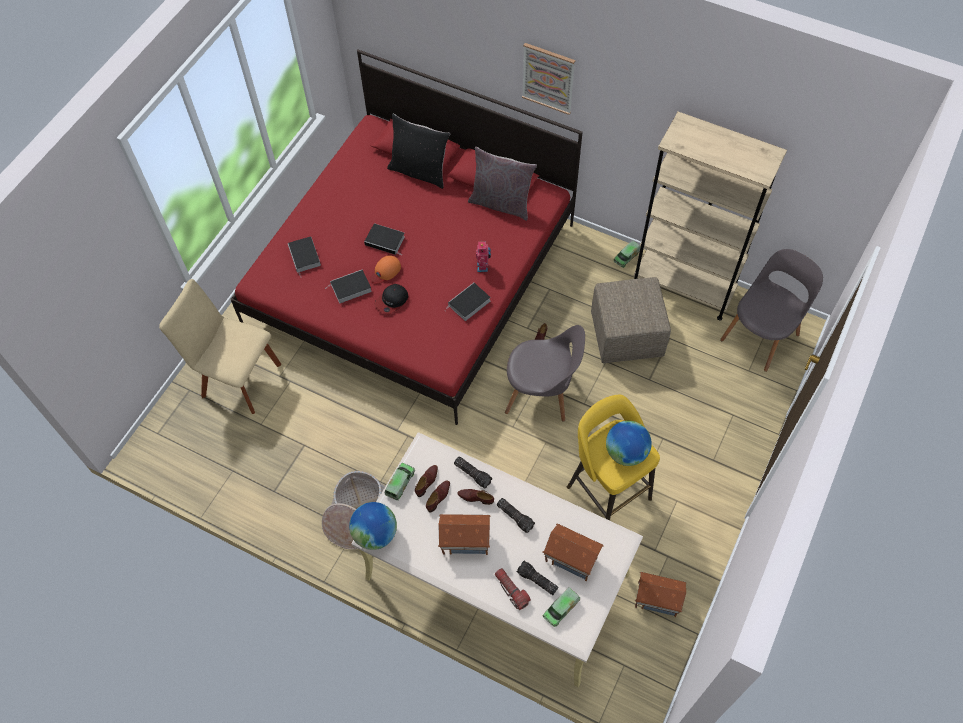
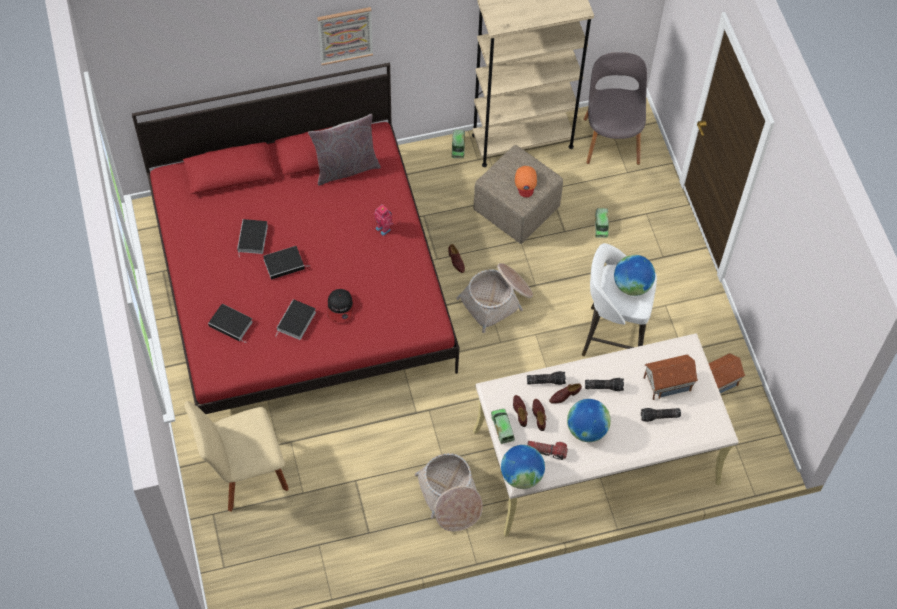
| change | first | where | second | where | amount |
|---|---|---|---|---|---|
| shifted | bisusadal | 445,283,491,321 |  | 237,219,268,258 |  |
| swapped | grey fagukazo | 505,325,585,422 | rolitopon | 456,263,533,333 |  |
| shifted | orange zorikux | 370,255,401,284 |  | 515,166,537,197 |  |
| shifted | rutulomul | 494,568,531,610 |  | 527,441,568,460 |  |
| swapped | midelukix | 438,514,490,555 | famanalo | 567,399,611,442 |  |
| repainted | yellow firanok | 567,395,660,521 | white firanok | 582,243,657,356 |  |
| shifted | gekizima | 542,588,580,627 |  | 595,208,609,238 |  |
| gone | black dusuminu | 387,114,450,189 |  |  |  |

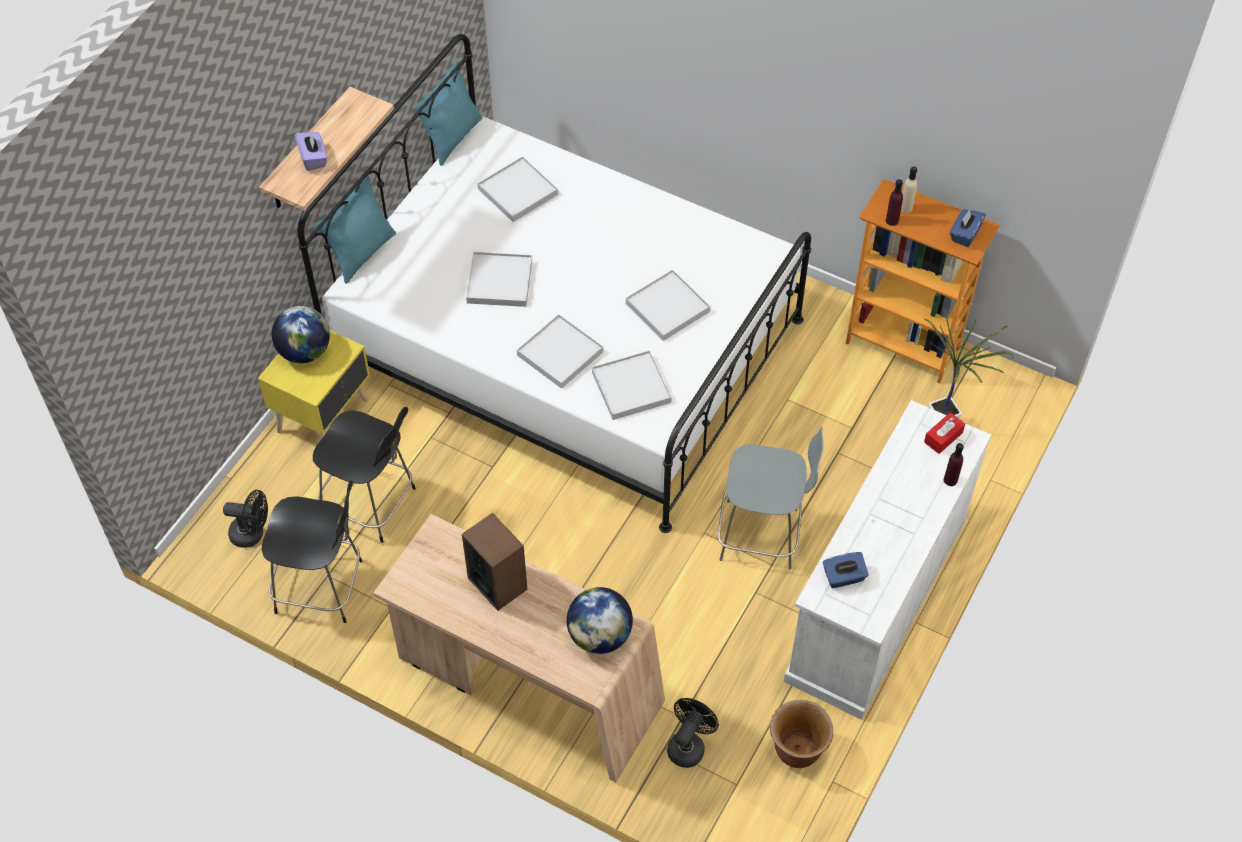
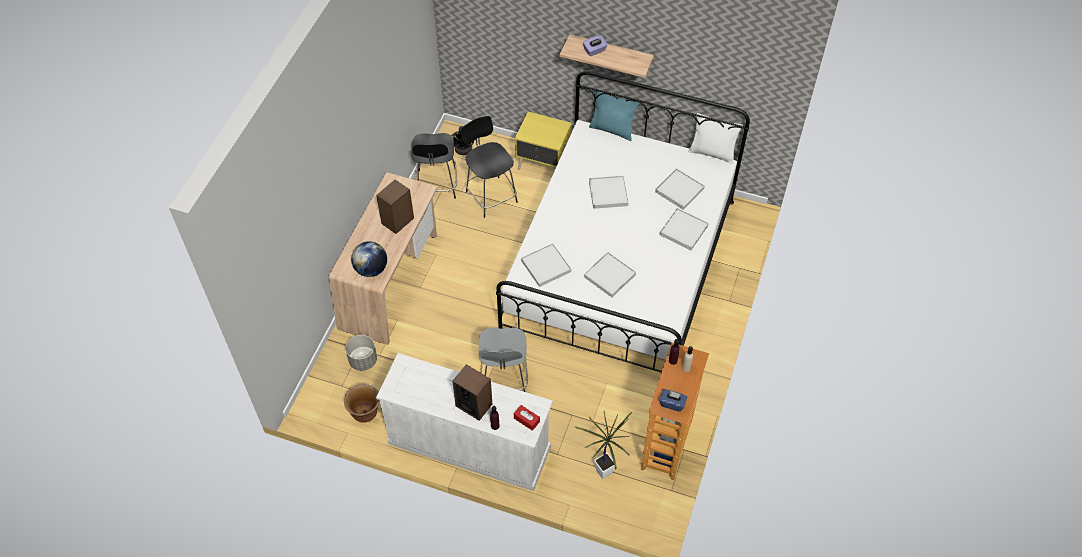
| change | first | where | second | where | amount |
|---|---|---|---|---|---|
| swapped | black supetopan | 667,698,719,768 | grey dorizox | 345,335,377,371 |  |
| new |  |  | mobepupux | 452,364,492,421 |  |
| rotated | black fagukazo | 313,407,416,543 |  | 461,116,518,218 | 135 degrees clockwise |
| shifted | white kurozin | 517,314,603,389 |  | 659,208,709,250 |  |
| repainted | turquoise dusuminu | 414,61,483,166 | white dusuminu | 688,113,743,164 |  |
| gone | famanalo | 272,306,330,363 |  |  |  |
| gone | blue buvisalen | 823,552,869,588 |  |  |  |

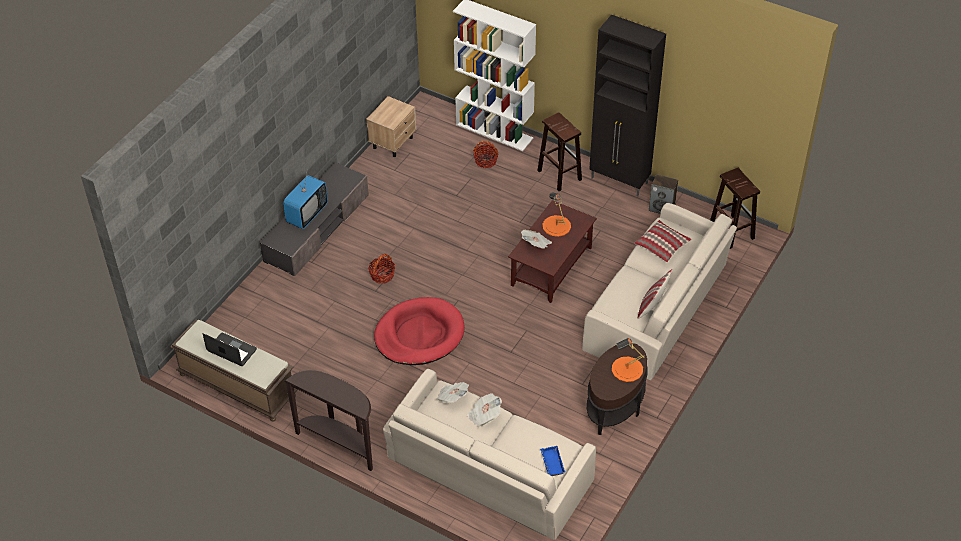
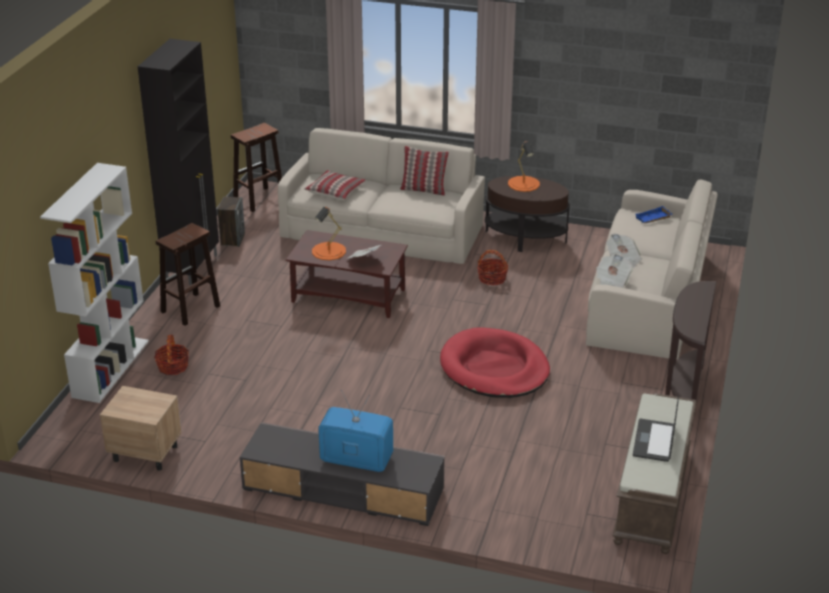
| change | first | where | second | where | amount |
|---|---|---|---|---|---|
| shifted | rolitopon | 368,254,395,283 |  | 477,250,508,285 |  |

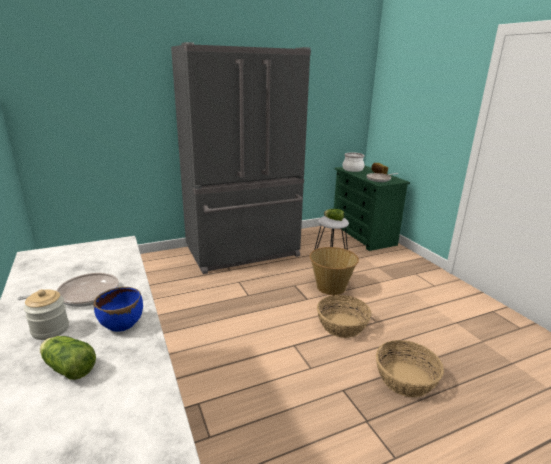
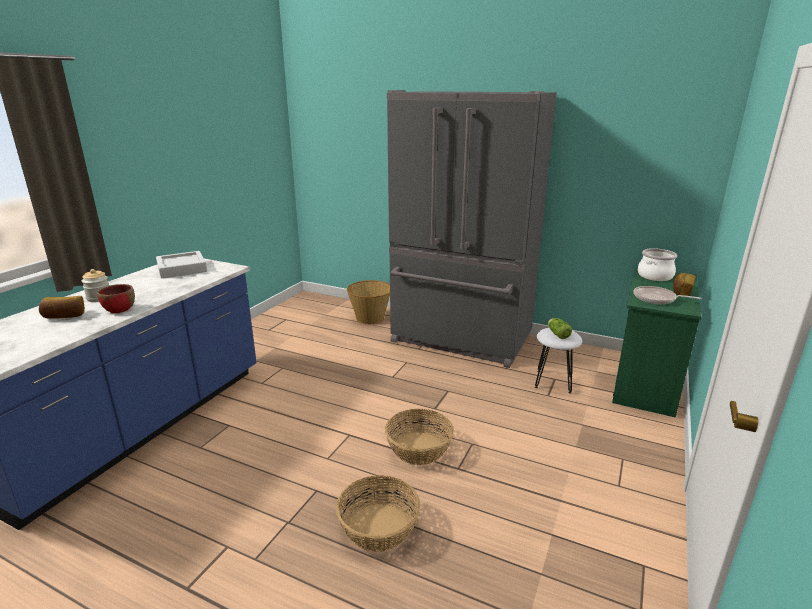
| change | first | where | second | where | amount |
|---|---|---|---|---|---|
| swapped | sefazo | 40,336,96,380 | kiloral | 39,296,85,319 |  |
| repainted | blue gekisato | 94,287,143,332 | red gekisato | 97,284,135,313 |  |
| new |  |  | grey kurozin | 156,251,207,278 |  |
| shifted | rolitopon | 310,247,359,295 |  | 347,280,390,324 |  |
| gone | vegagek | 17,273,119,307 |  |  |  |

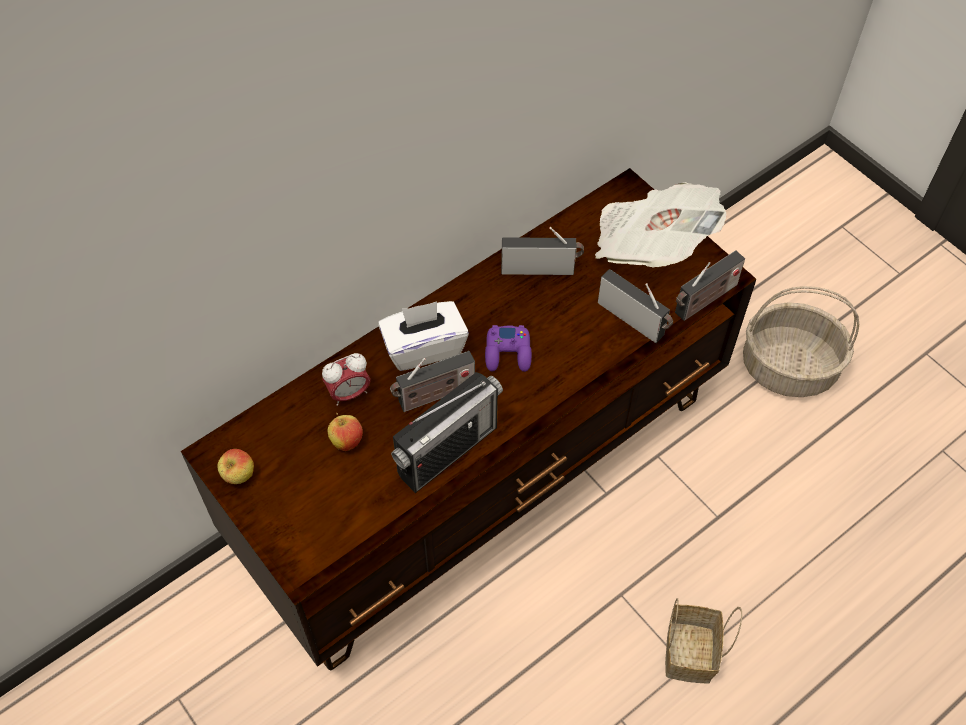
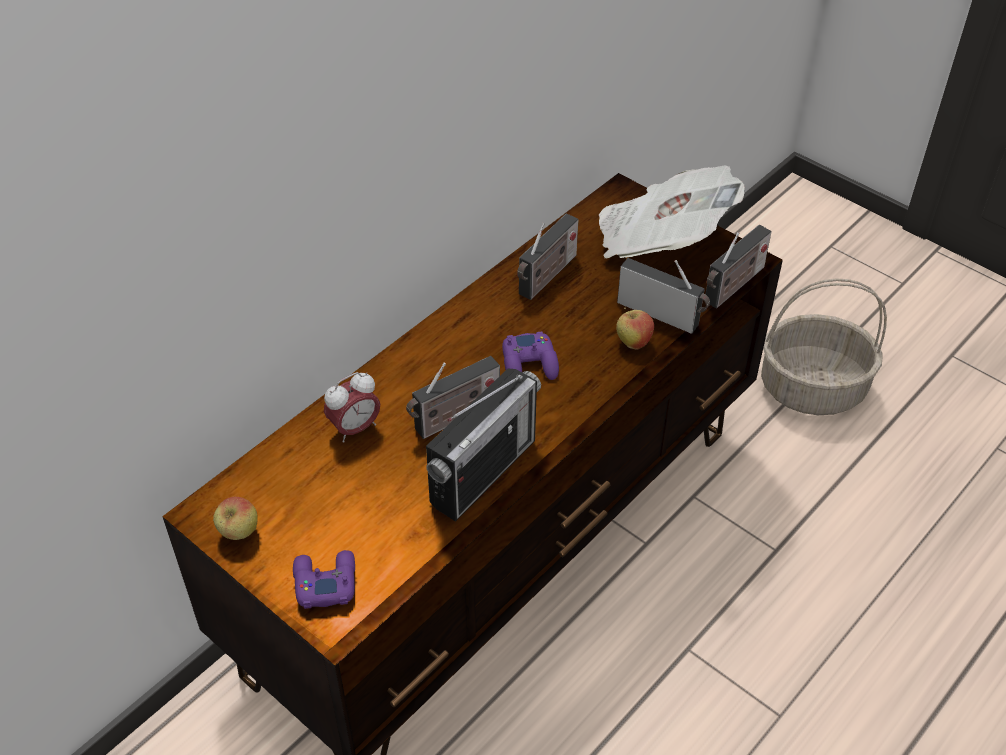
| change | first | where | second | where | amount |
|---|---|---|---|---|---|
| new |  |  | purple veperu | 293,550,355,609 |  |
| rotated | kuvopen | 501,227,584,275 |  | 517,213,579,300 | 135 degrees clockwise |
| shifted | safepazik | 328,413,363,451 |  | 616,307,654,350 |  |
| gone | white buvisalen | 378,301,469,371 |  |  |  |
| gone | rolitopon | 665,598,742,684 |  |  |  |

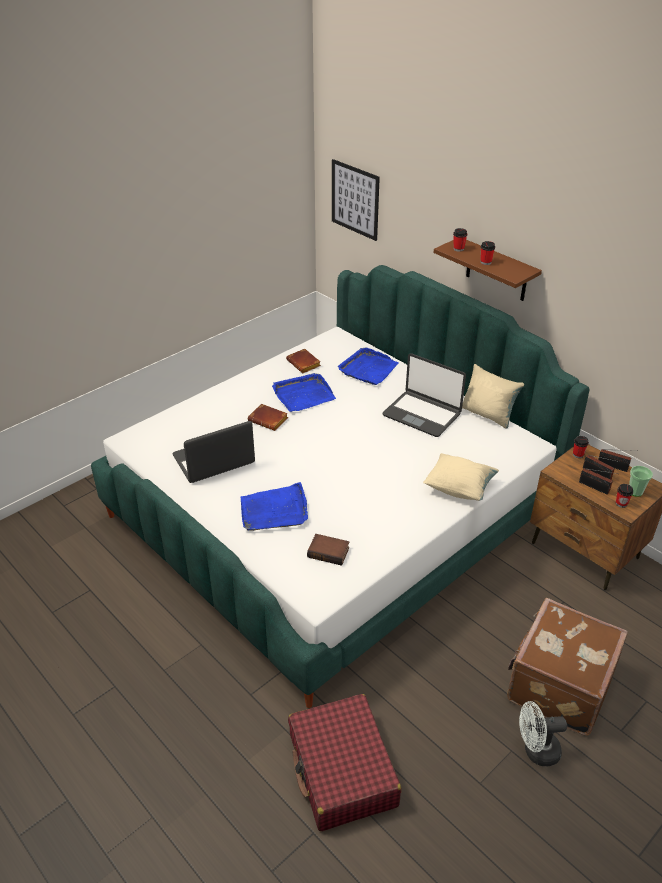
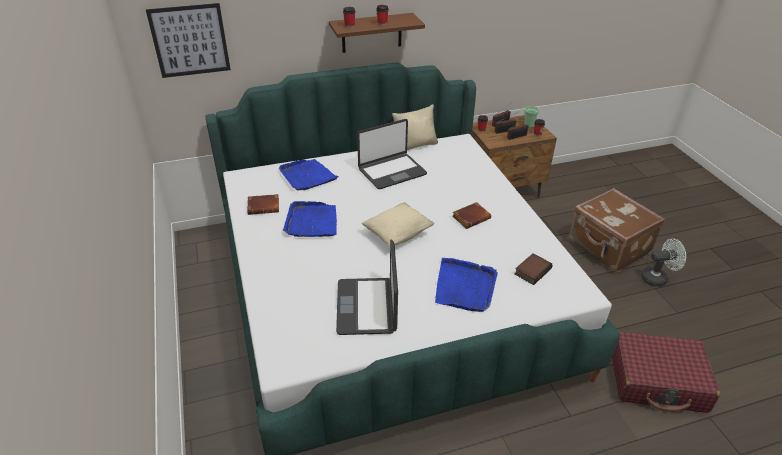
| change | first | where | second | where | amount |
|---|---|---|---|---|---|
| shifted | beige dusuminu | 423,453,499,501 |  | 362,202,434,245 |  |
| shifted | brown bisusadal | 248,404,288,431 |  | 453,202,491,229 |  |
| rotated | white supetopan | 519,701,567,766 |  | 641,238,686,287 | 120 degrees counterclockwise |

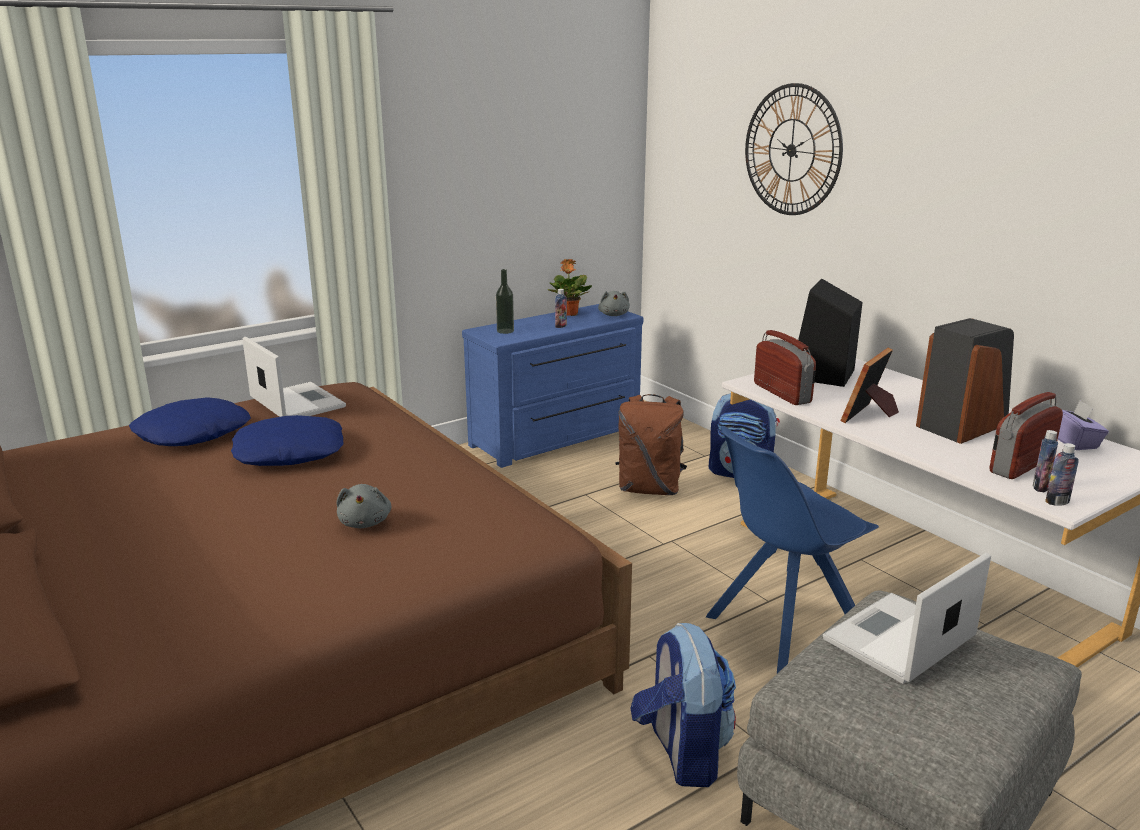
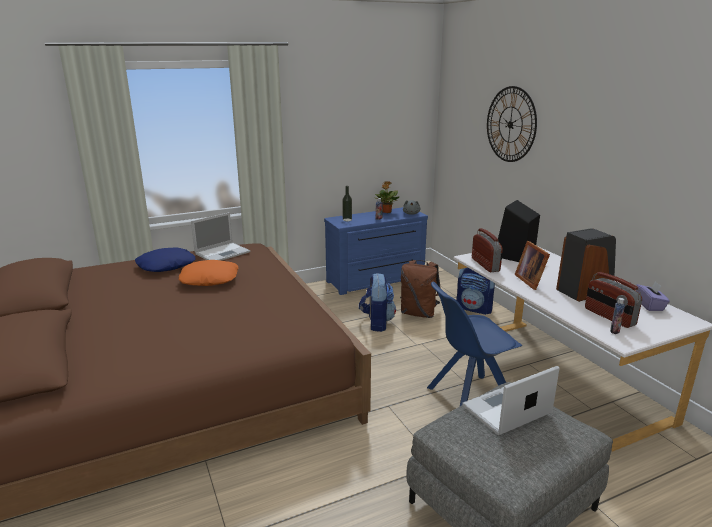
| change | first | where | second | where | amount |
|---|---|---|---|---|---|
| repainted | blue dusuminu | 231,415,344,466 | orange dusuminu | 179,260,238,286 |  |
| rotated | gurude | 242,337,346,417 |  | 191,212,250,261 | 75 degrees clockwise |
| shifted | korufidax | 630,623,736,787 |  | 359,273,396,332 |  |
| rotated | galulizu | 840,348,899,423 |  | 514,241,550,290 | 60 degrees counterclockwise |
| rotated | kuvopen | 989,392,1063,479 |  | 585,272,642,328 | 90 degrees counterclockwise |
| gone | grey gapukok | 336,484,391,528 |  |  |  |
| gone | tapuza | 1045,443,1079,506 |  |  |  |

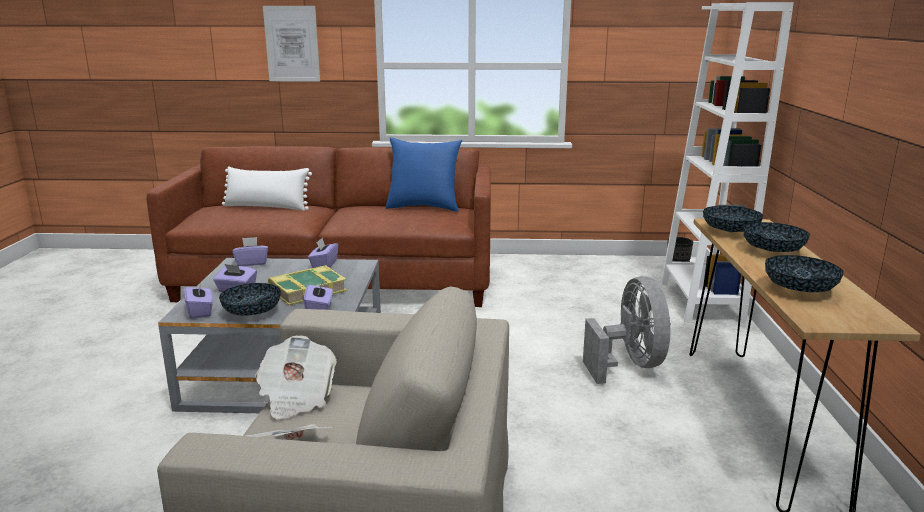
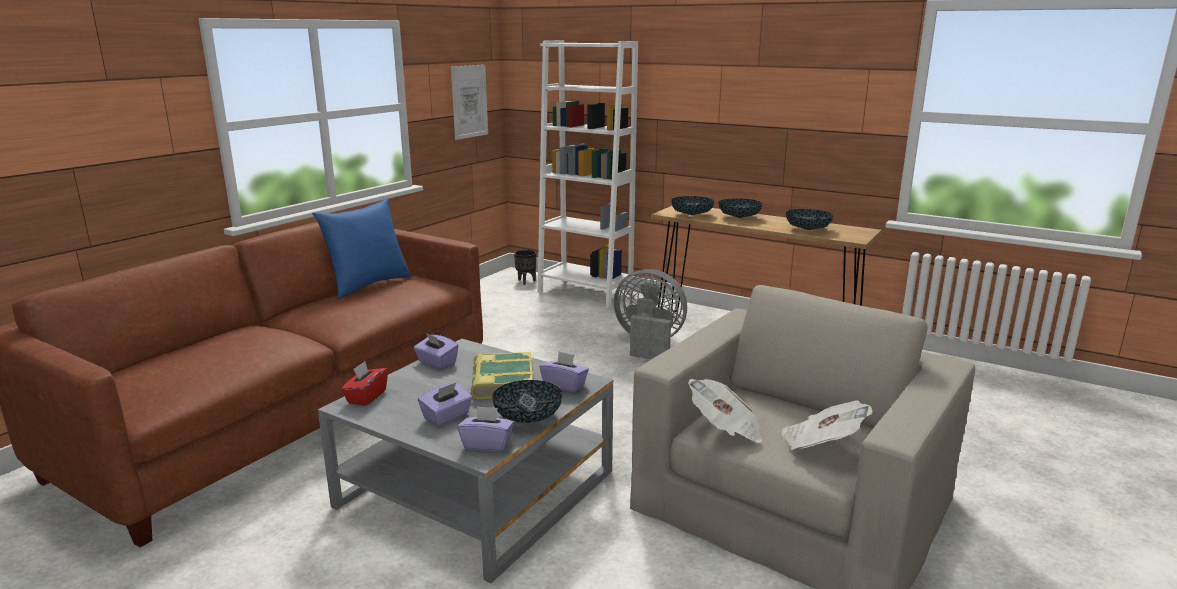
| change | first | where | second | where | amount |
|---|---|---|---|---|---|
| repainted | purple buvisalen | 232,237,268,266 | red buvisalen | 341,361,388,406 |  |
| shifted | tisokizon | 263,6,320,82 |  | 451,65,488,140 |  |
| gone | white dusuminu | 222,166,312,211 |  |  |  |

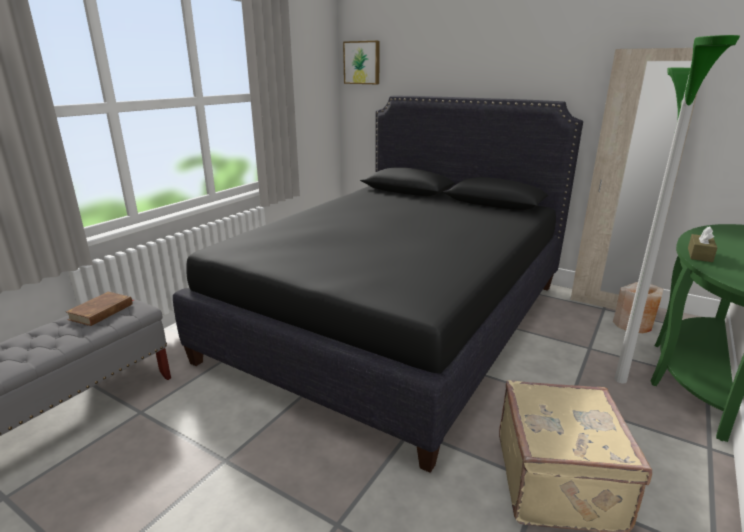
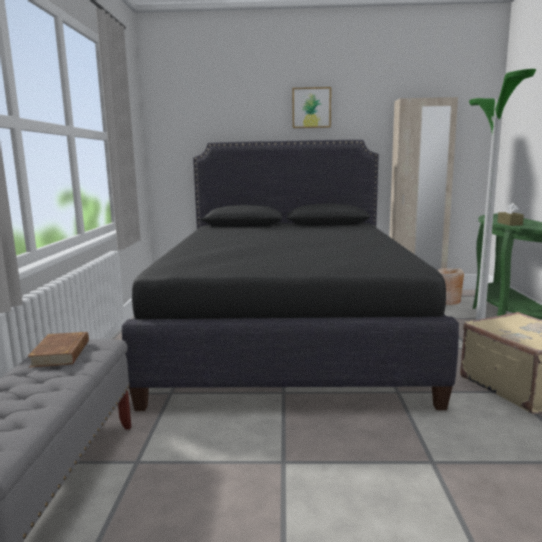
| change | first | where | second | where | amount |
|---|---|---|---|---|---|
| shifted | tisokizon | 343,41,380,84 |  | 292,87,331,128 |  |

